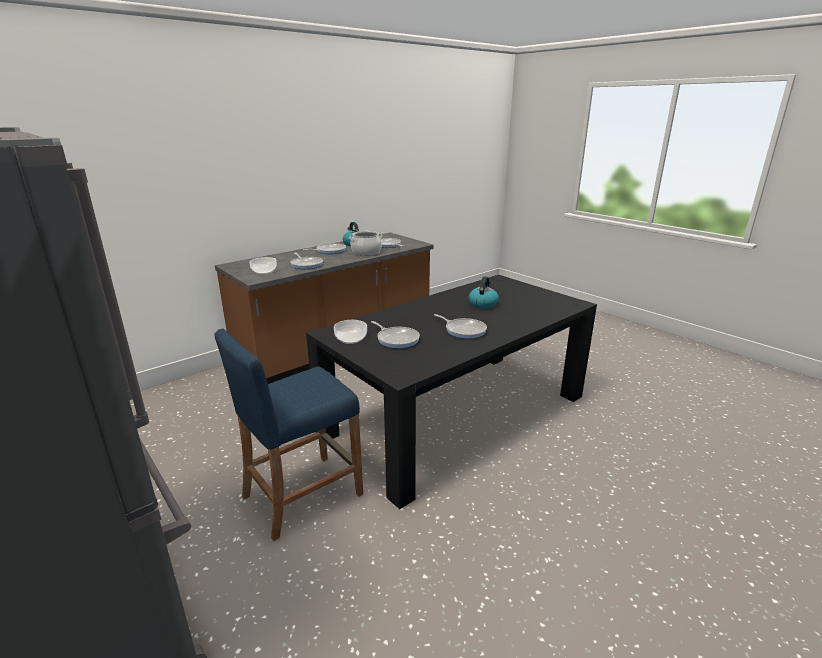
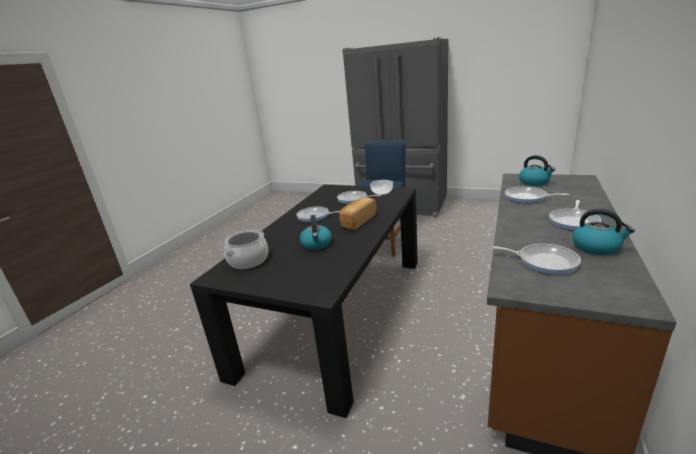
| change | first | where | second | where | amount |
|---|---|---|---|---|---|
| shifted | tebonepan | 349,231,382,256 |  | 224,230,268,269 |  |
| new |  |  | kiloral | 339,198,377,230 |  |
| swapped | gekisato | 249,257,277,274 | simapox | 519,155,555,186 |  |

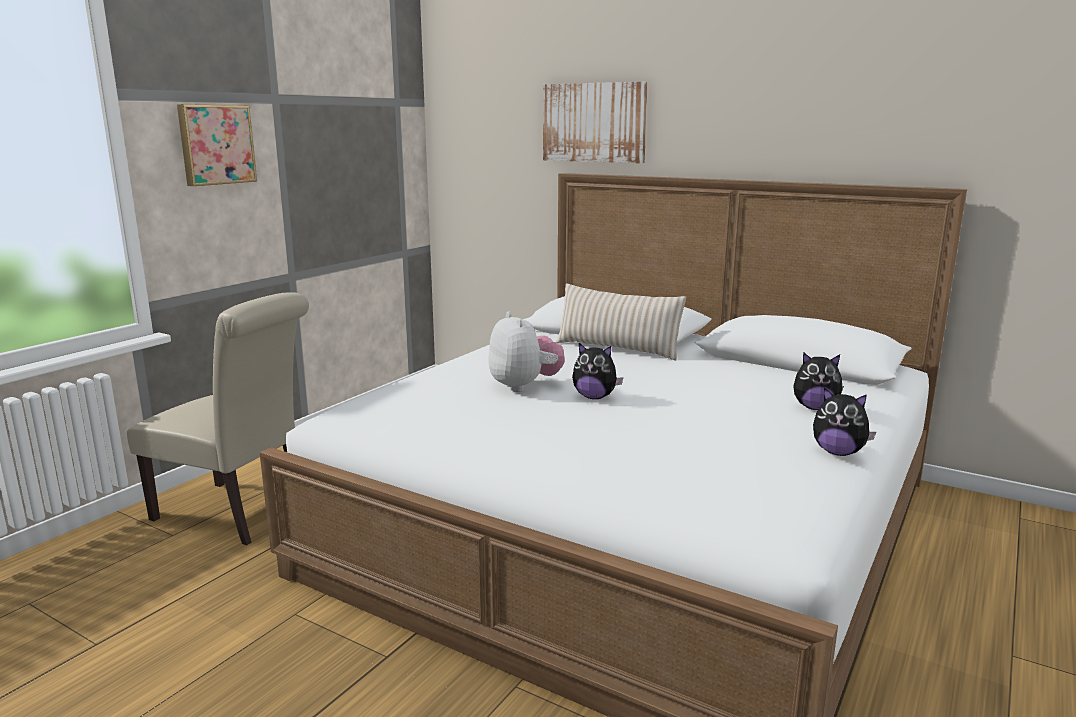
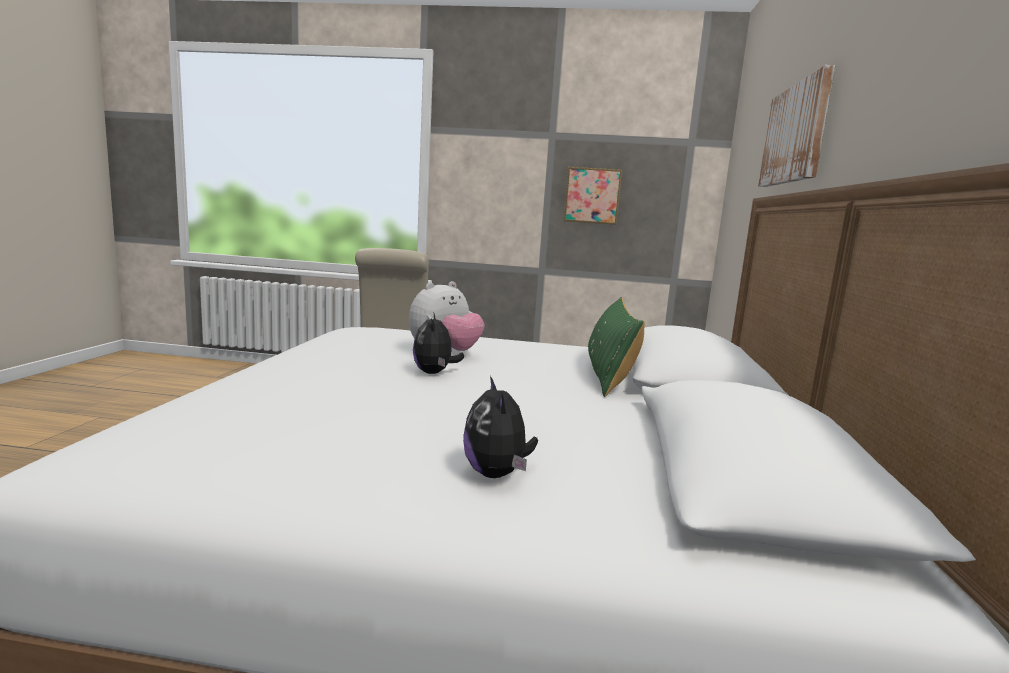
| change | first | where | second | where | amount |
|---|---|---|---|---|---|
| shifted | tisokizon | 177,104,257,186 |  | 564,167,622,225 |  |
| repainted | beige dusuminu | 556,283,686,360 | green dusuminu | 588,297,645,397 |  |
| gone | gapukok | 813,387,876,456 |  |  |  |

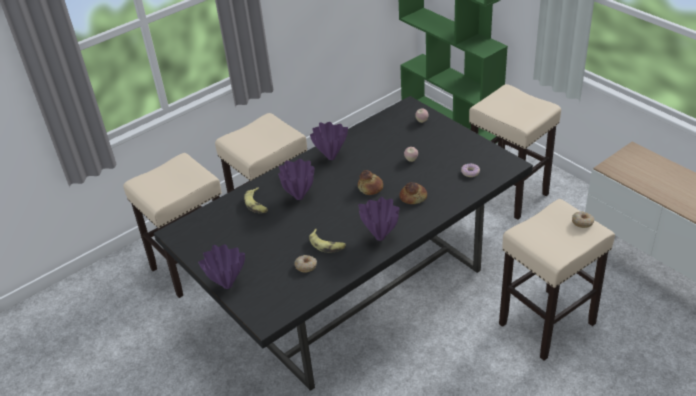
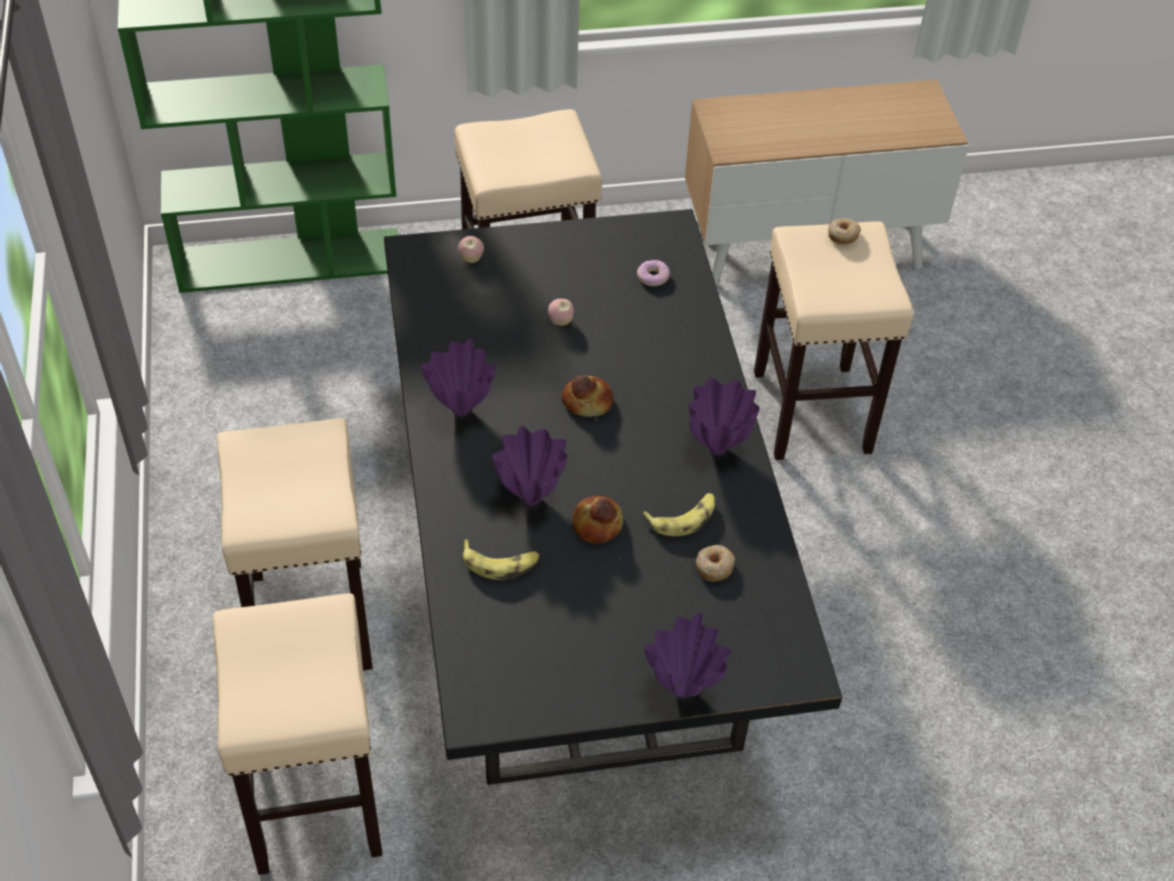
| change | first | where | second | where | amount |
|---|---|---|---|---|---|
| shifted | kiloral | 399,182,427,204 |  | 572,496,623,544 |  |

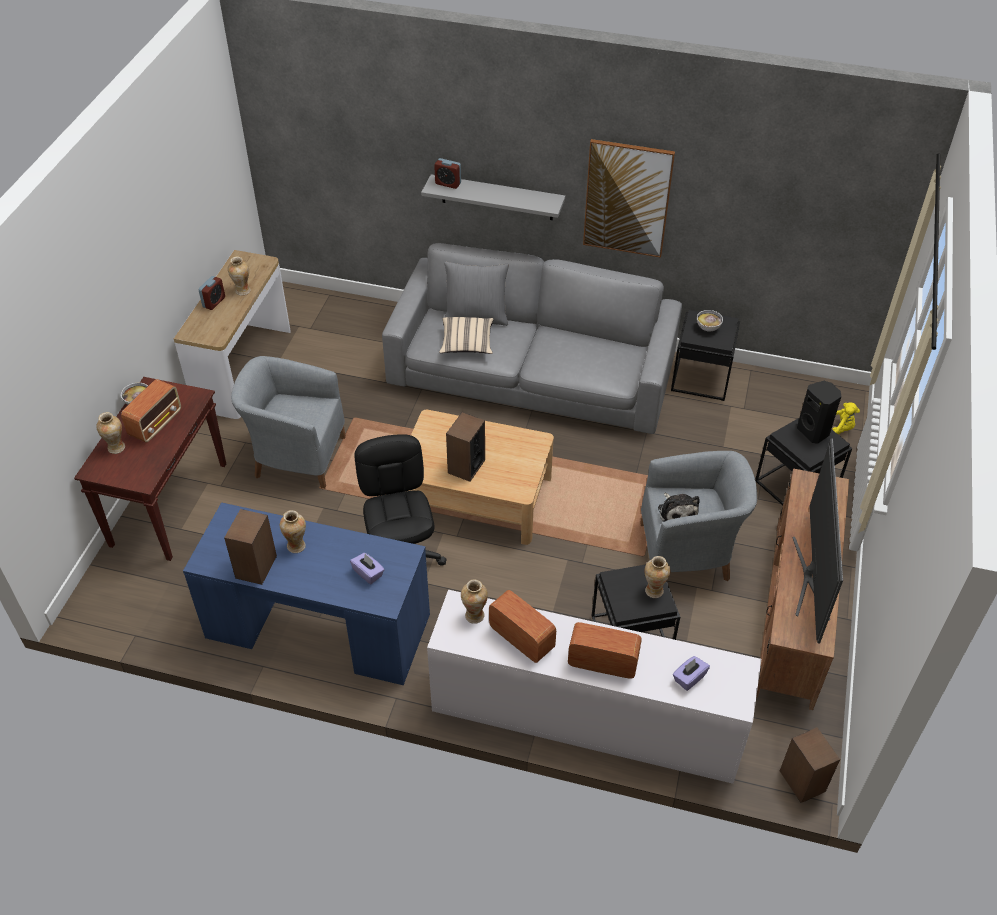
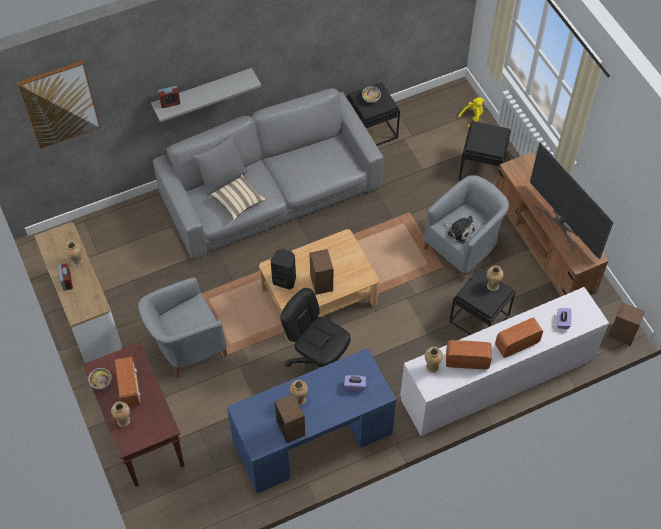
| change | first | where | second | where | amount |
|---|---|---|---|---|---|
| shifted | tisokizon | 583,139,675,258 |  | 17,61,101,149 |  |
| shifted | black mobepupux | 797,381,841,444 |  | 271,249,296,290 |  |

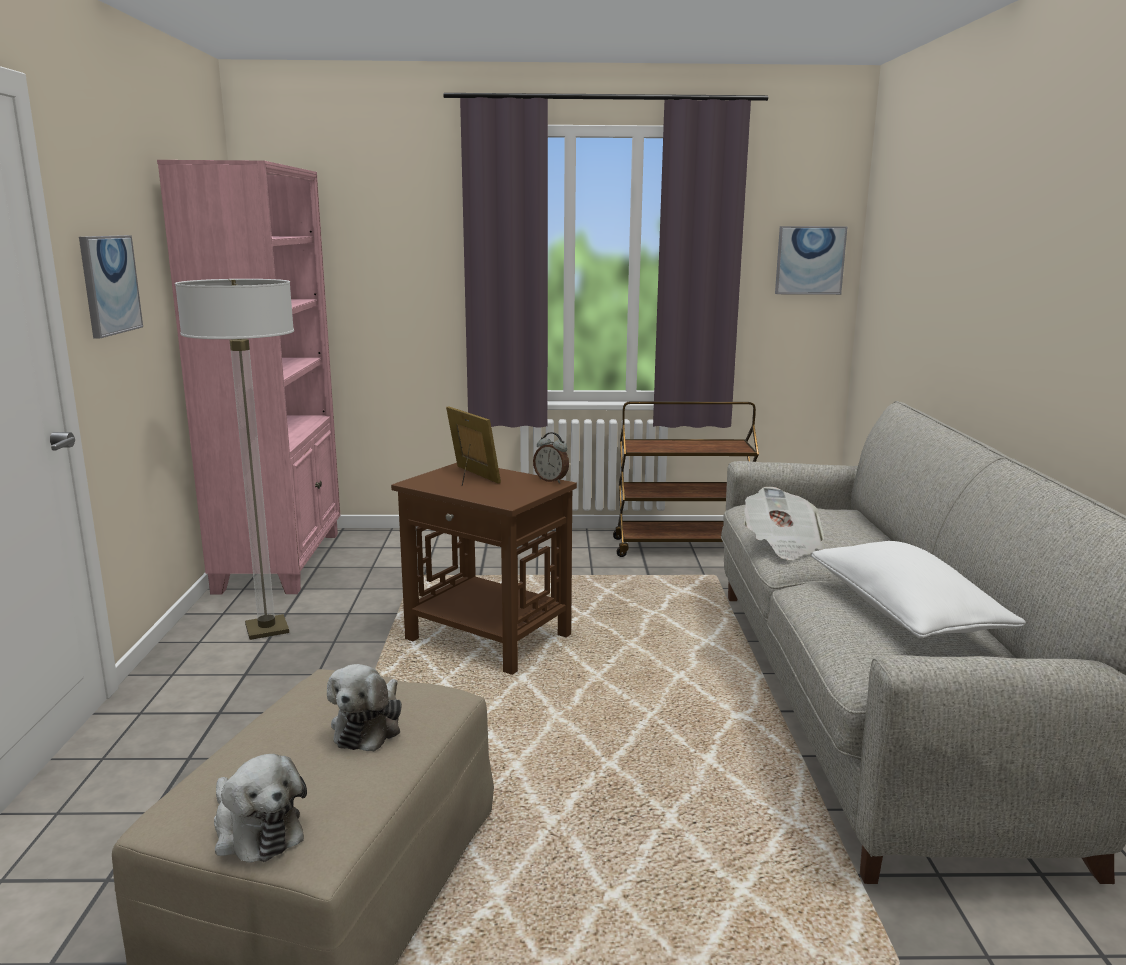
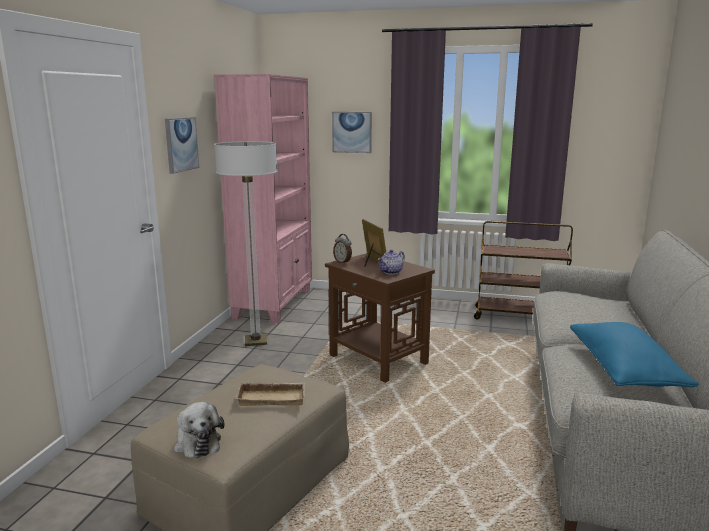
| change | first | where | second | where | amount |
|---|---|---|---|---|---|
| swapped | gapukok | 327,664,402,752 | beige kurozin | 235,382,305,406 |  |
| shifted | tisokizon | 775,226,847,295 |  | 332,112,372,153 |  |
| shifted | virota | 533,432,569,483 |  | 333,234,352,264 |  |
| new |  |  | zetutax | 378,250,405,274 |  |
| repainted | white dusuminu | 811,541,1026,638 | blue dusuminu | 570,322,699,387 |  |
| gone | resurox | 744,487,825,560 |  |  |  |

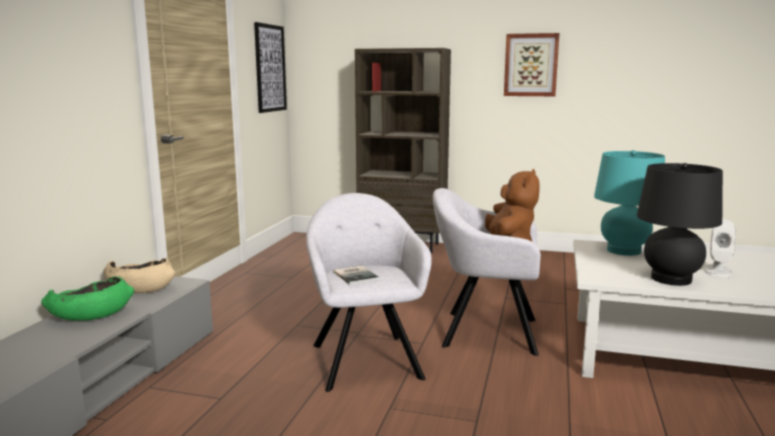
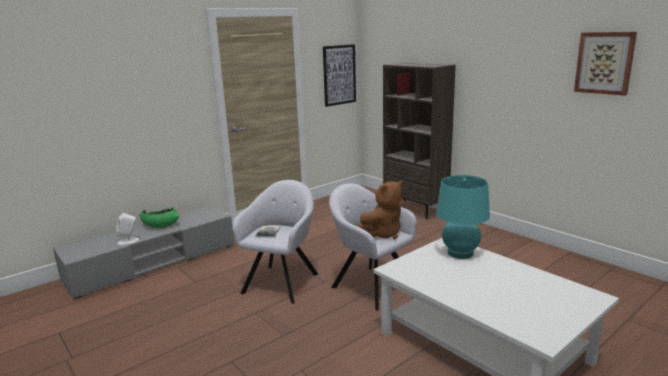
| change | first | where | second | where | amount |
|---|---|---|---|---|---|
| shifted | white mobepupux | 703,219,736,277 |  | 116,213,139,245 |  |
| shifted | tisokizon | 504,33,560,96 |  | 574,32,637,96 |  |
| gone | beige gekisato | 103,258,176,293 |  |  |  |
| gone | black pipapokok | 637,163,723,286 |  |  |  |

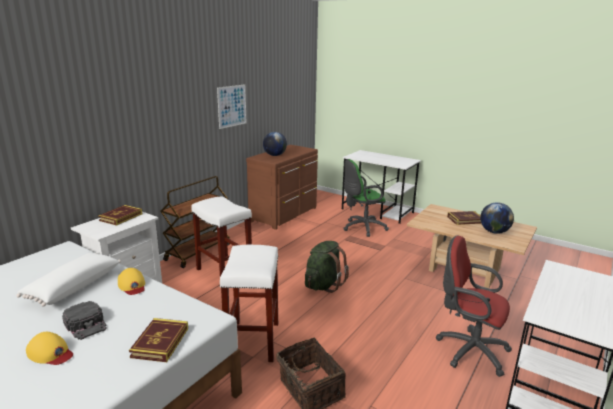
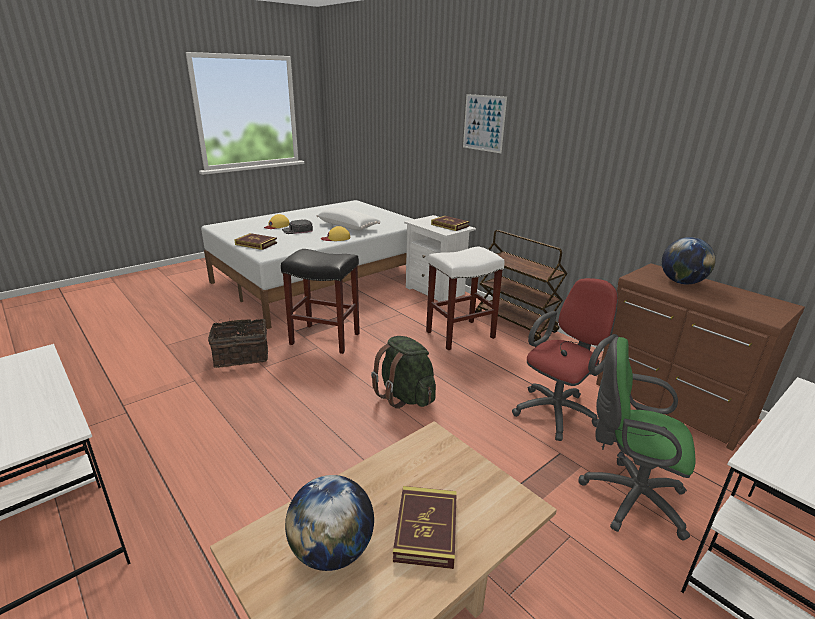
| change | first | where | second | where | amount |
|---|---|---|---|---|---|
| repainted | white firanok | 219,245,278,362 | black firanok | 281,249,360,354 |  |
| shifted | tisokizon | 217,84,246,129 |  | 463,94,507,153 |  |
| shifted | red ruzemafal | 435,235,512,377 |  | 512,278,618,441 |  |
| rotated | green ruzemafal | 343,159,389,237 |  | 578,337,696,541 | 60 degrees counterclockwise |

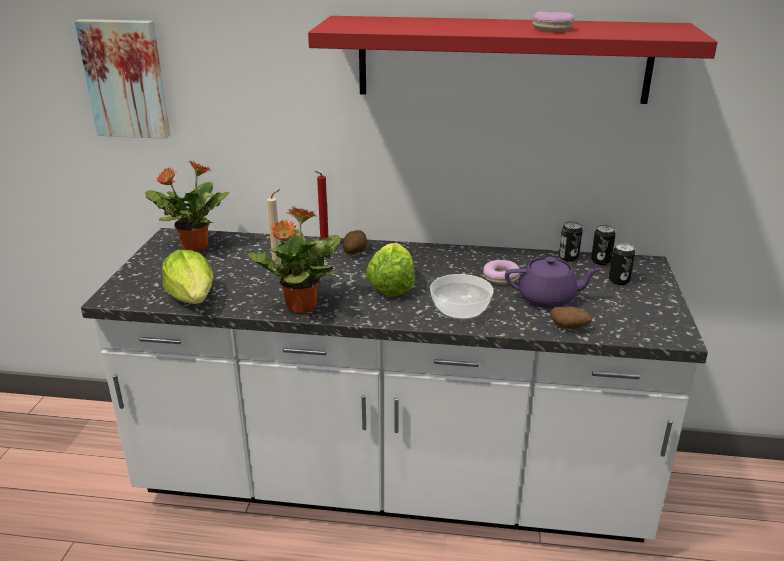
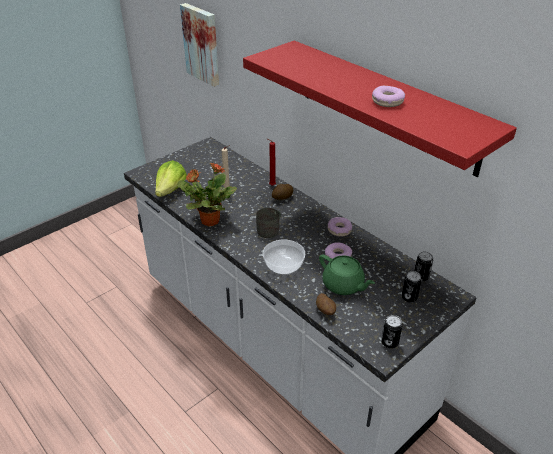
| change | first | where | second | where | amount |
|---|---|---|---|---|---|
| swapped | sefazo | 366,243,415,296 | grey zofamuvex | 256,208,281,238 |  |
| repainted | purple zetutax | 505,257,601,308 | green zetutax | 319,254,375,295 |  |
| new |  |  | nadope | 328,217,352,237 |  |
| shifted | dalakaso | 559,221,583,261 |  | 381,315,403,348 |  |
| gone | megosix | 146,160,230,252 |  |  |  |

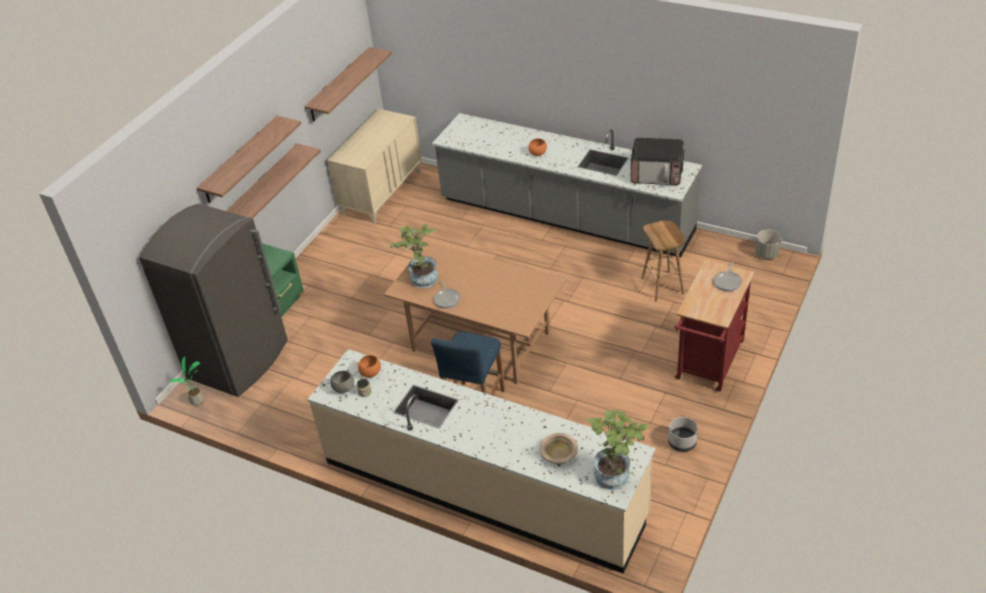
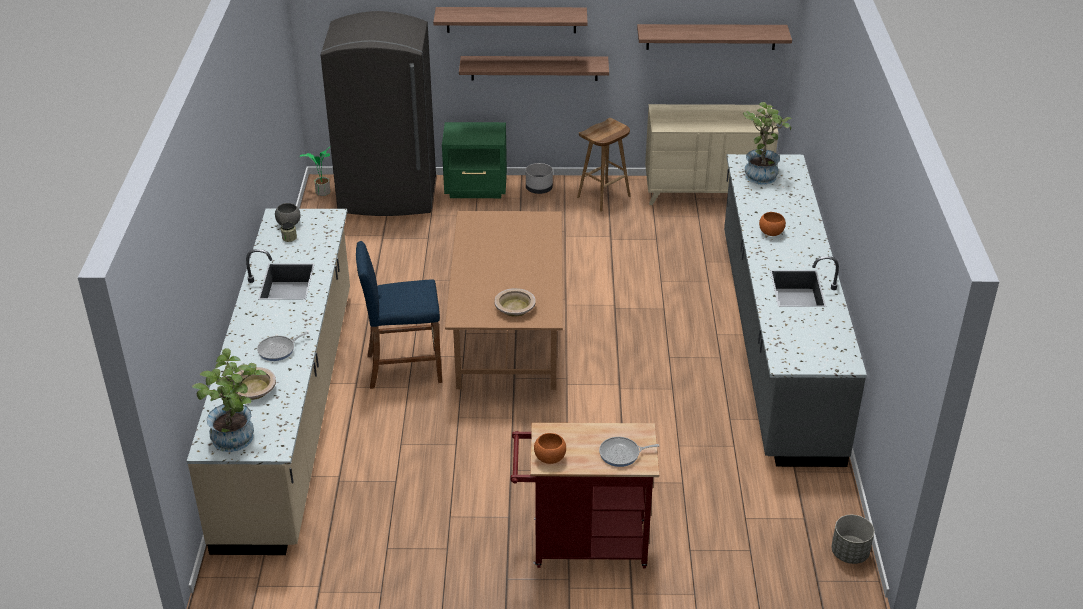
| change | first | where | second | where | amount |
|---|---|---|---|---|---|
| shifted | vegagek | 434,279,460,308 |  | 257,332,309,361 |  |
| new |  |  | beige gekisato | 494,288,536,317 |  |
| shifted | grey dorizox | 668,417,698,452 |  | 526,163,553,194 |  |
| shifted | orange gekisato | 358,355,381,378 |  | 534,433,566,464 |  |
| shifted | brown firanok | 641,220,685,301 |  | 577,118,630,212 |  |
| shifted | megosix | 390,224,438,288 |  | 743,102,792,185 |  |
| gone | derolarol | 631,138,684,185 |  |  |  |

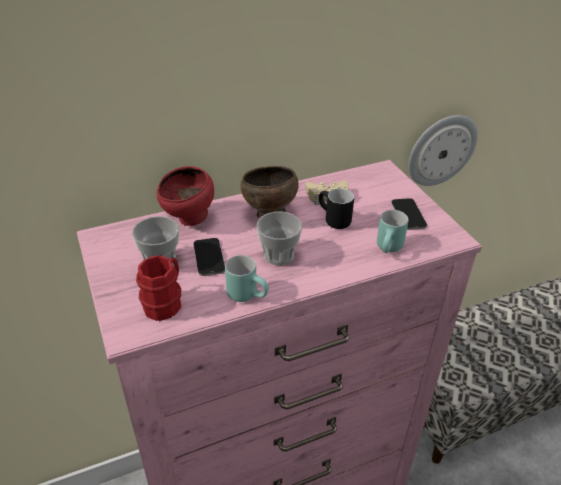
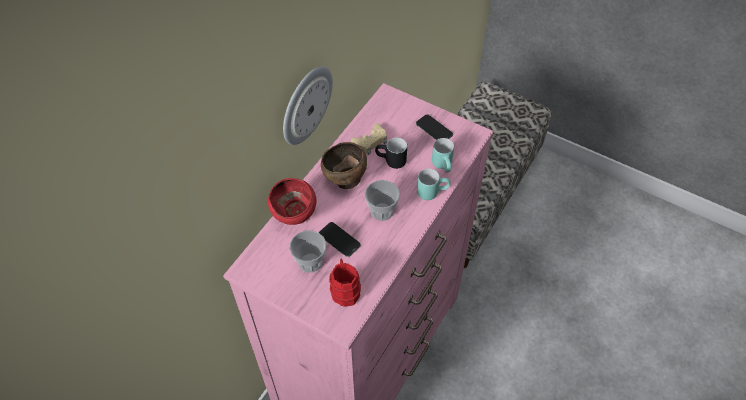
| change | first | where | second | where | amount |
|---|---|---|---|---|---|
| shifted | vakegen | 408,115,478,186 |  | 283,66,333,145 |  |
| shifted | turquoise zofamuvex | 225,255,269,302 |  | 417,169,451,200 |  |

